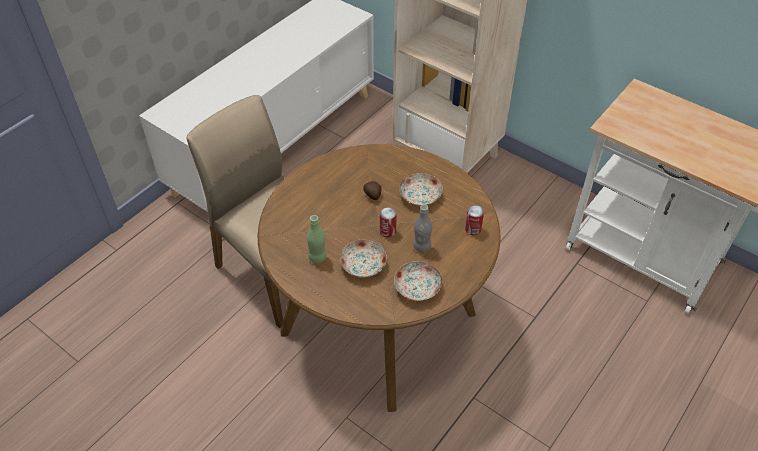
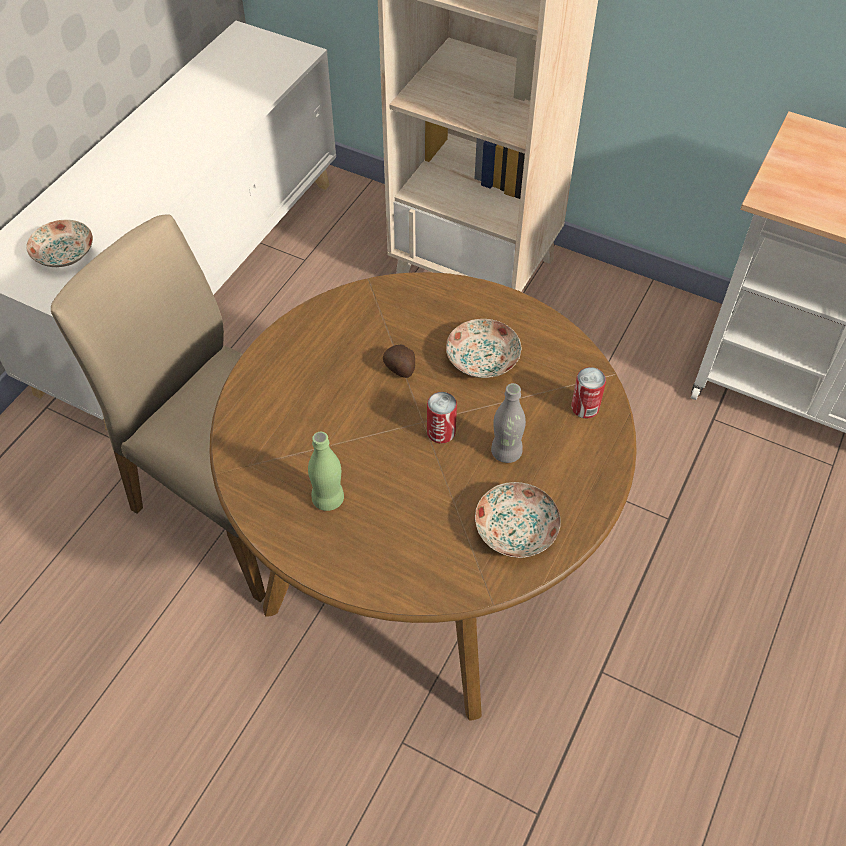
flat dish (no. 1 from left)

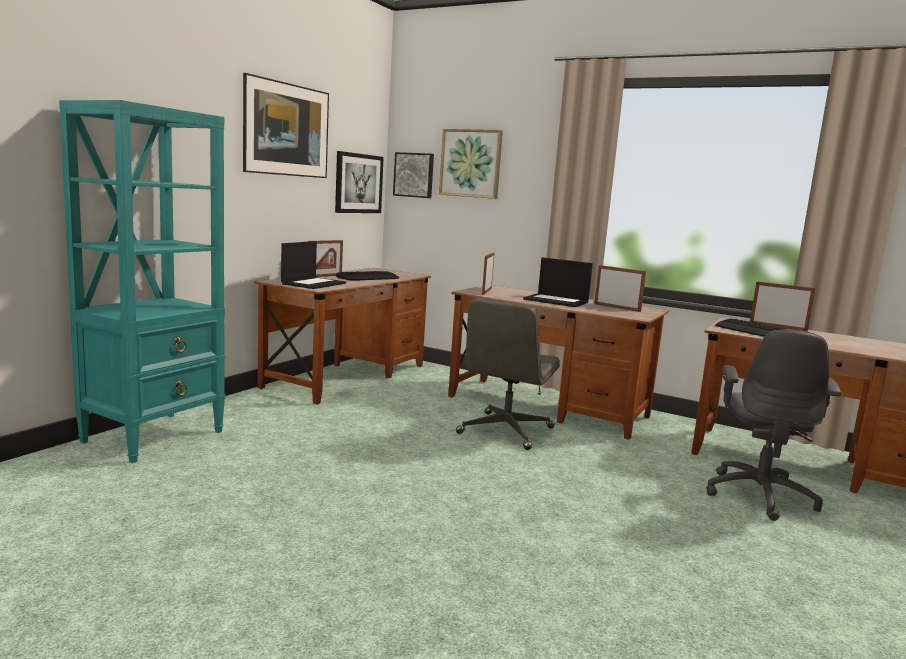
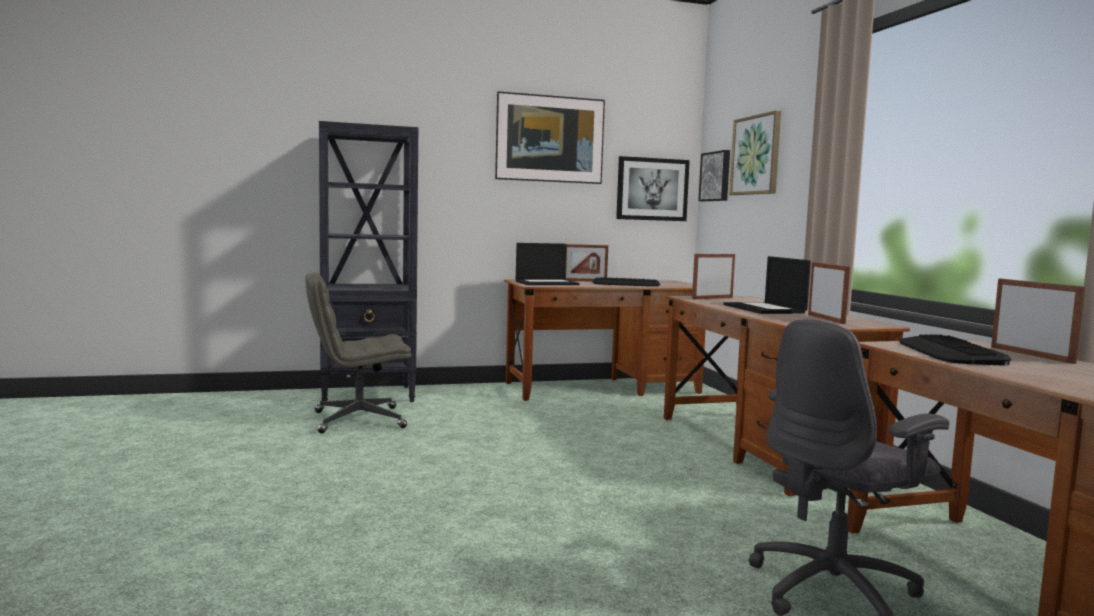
desk chair (greyish) (no. 1 from left); bookcase (black)

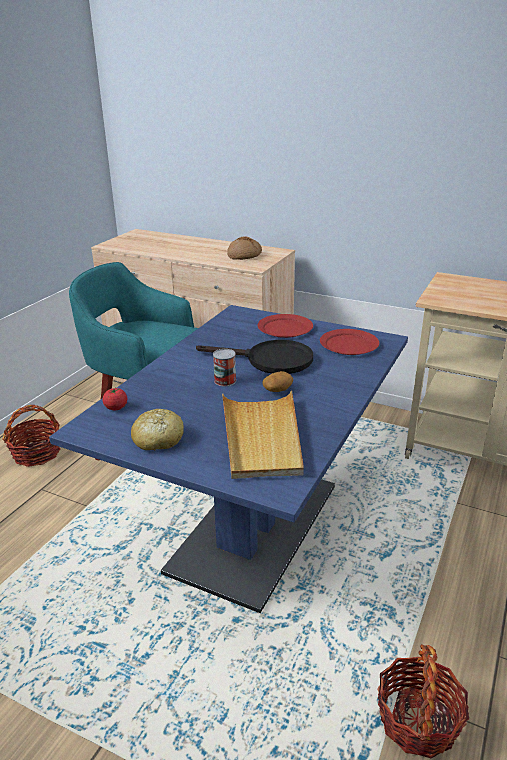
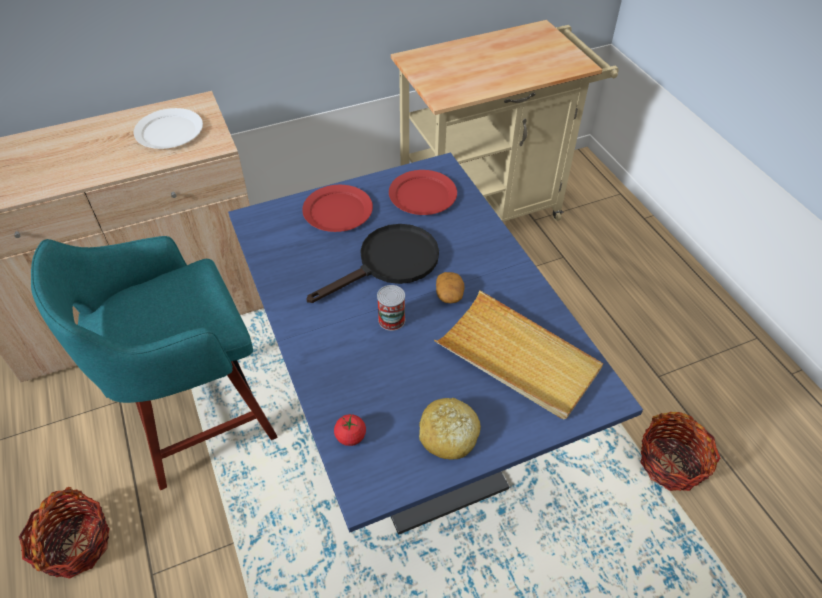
flat dish (white-coloured)

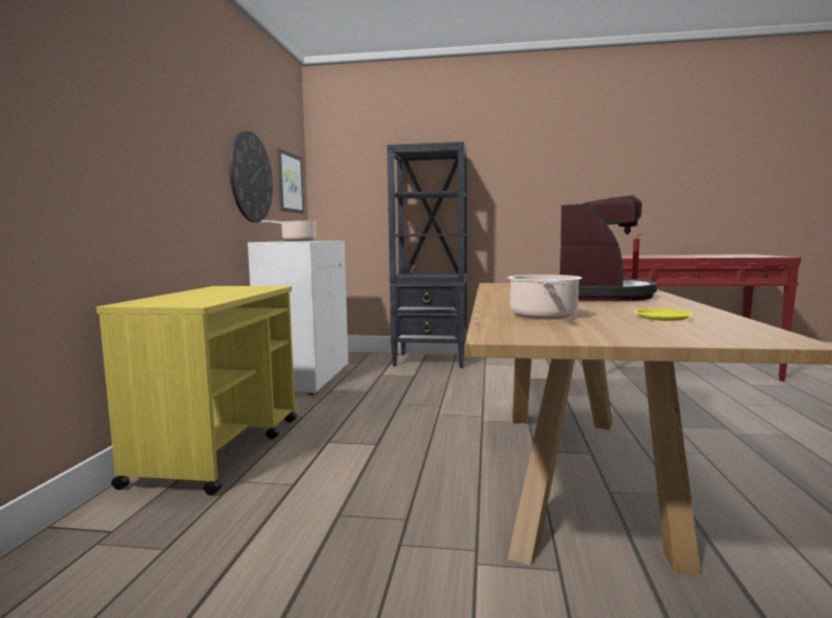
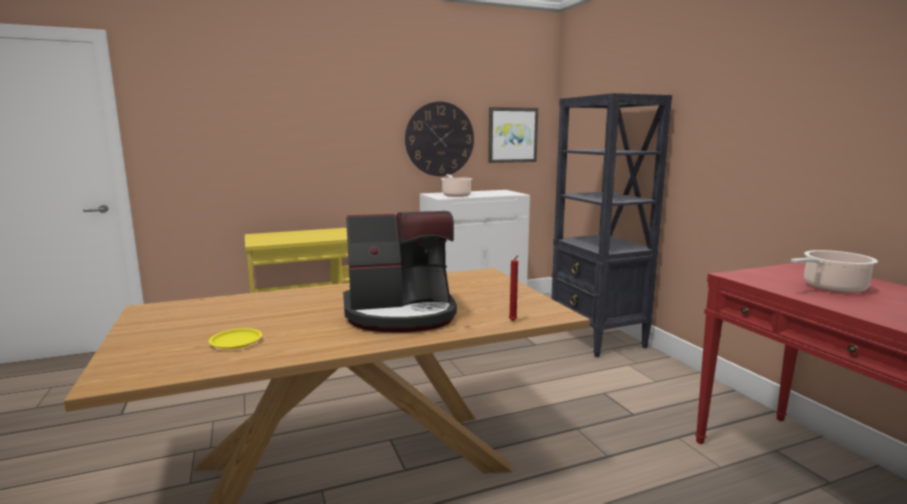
cooking pot (no. 2 from left)

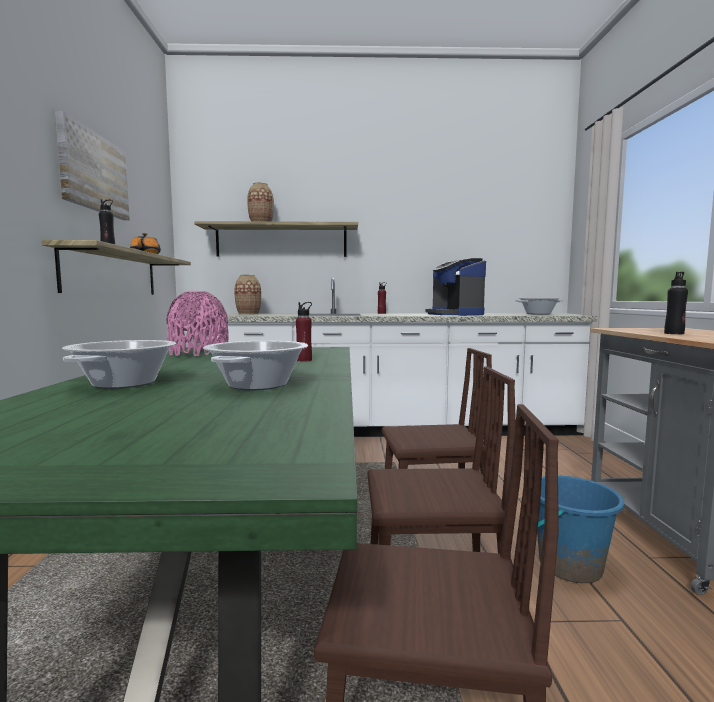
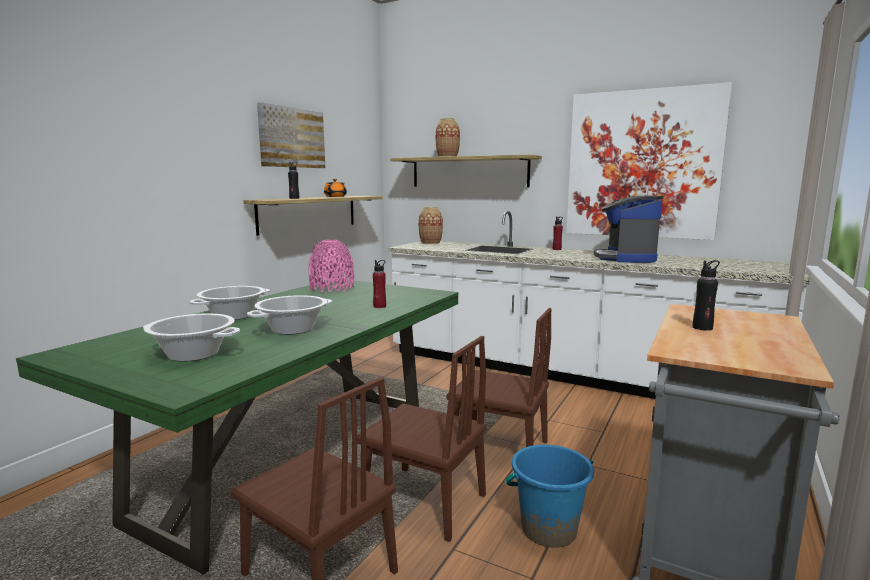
wall picture (no. 2 from left); cooking pot (no. 1 from left)

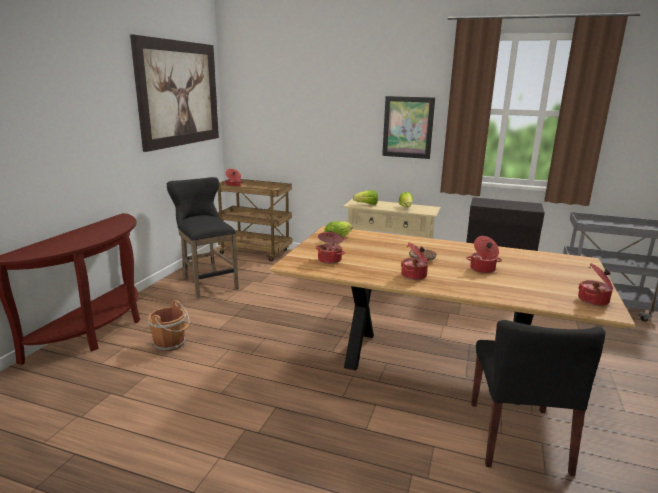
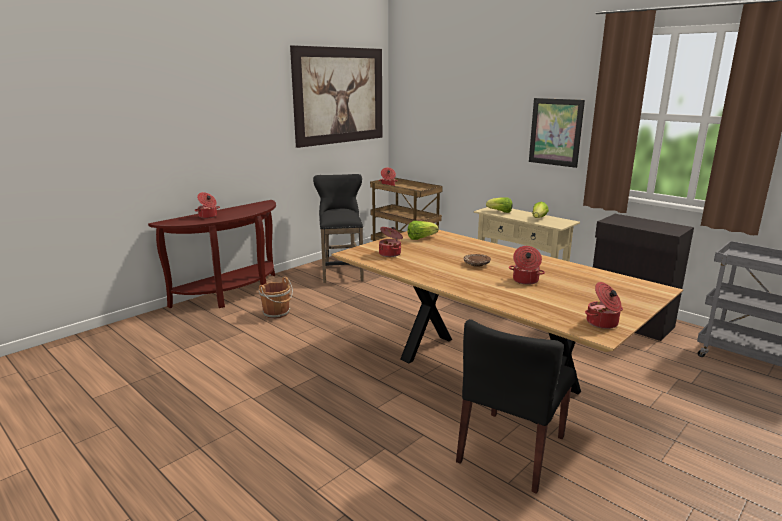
cooking pot (no. 1 from left)

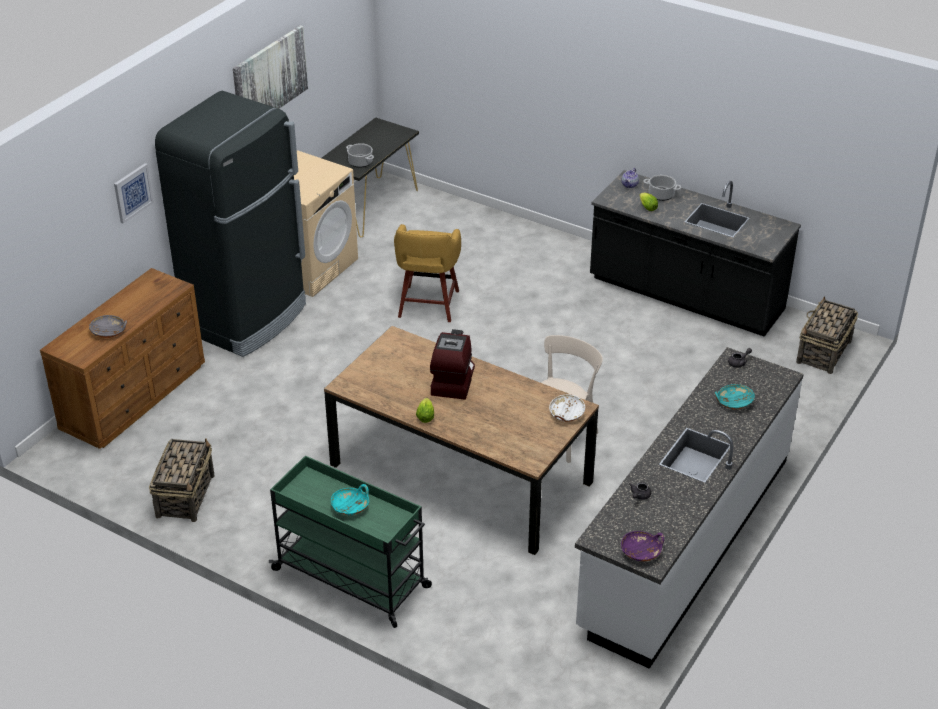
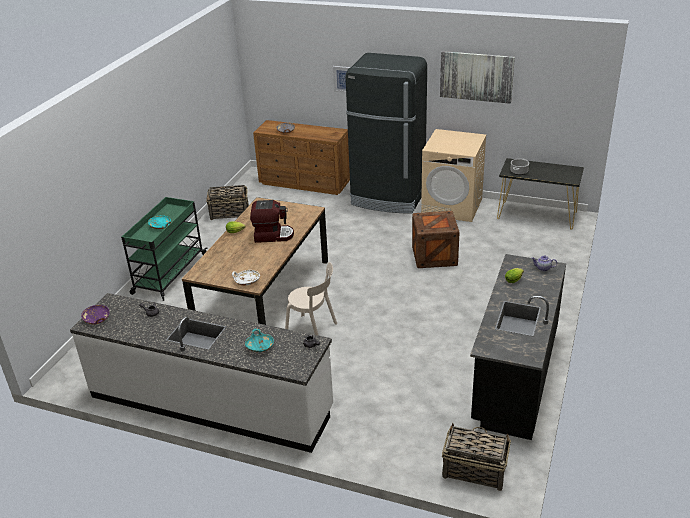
cooking pot (no. 2 from left in the first image); shipping crate

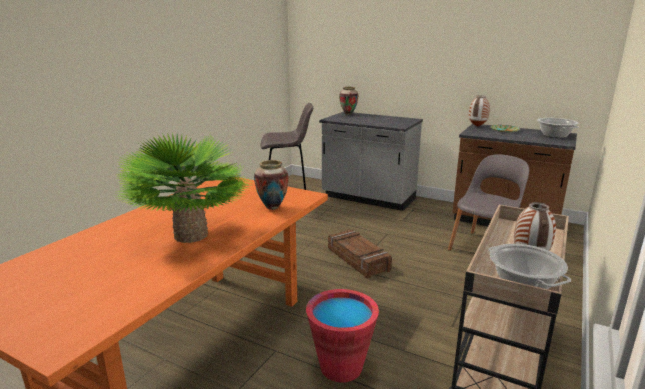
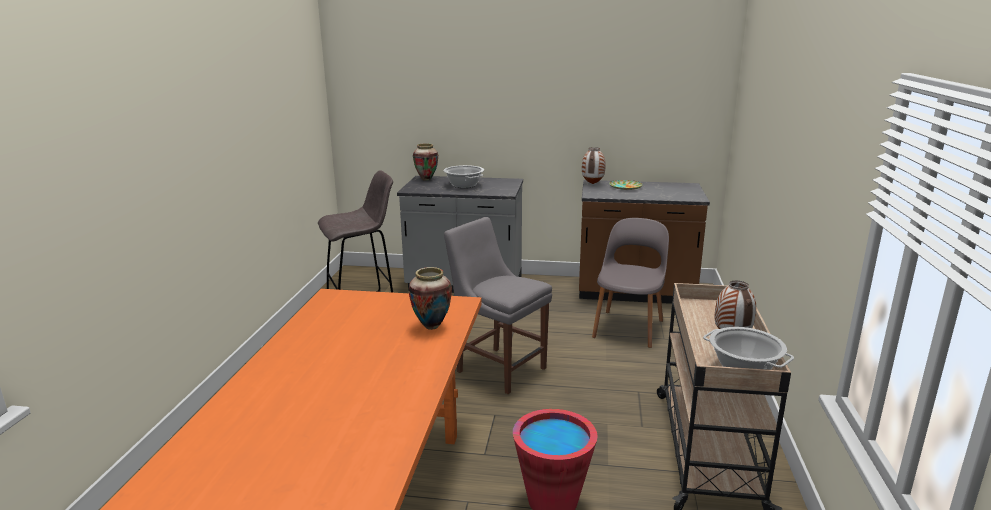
plant in a pot; cooking pot (no. 1 from left); upright chair (greyish) (no. 1 from left)

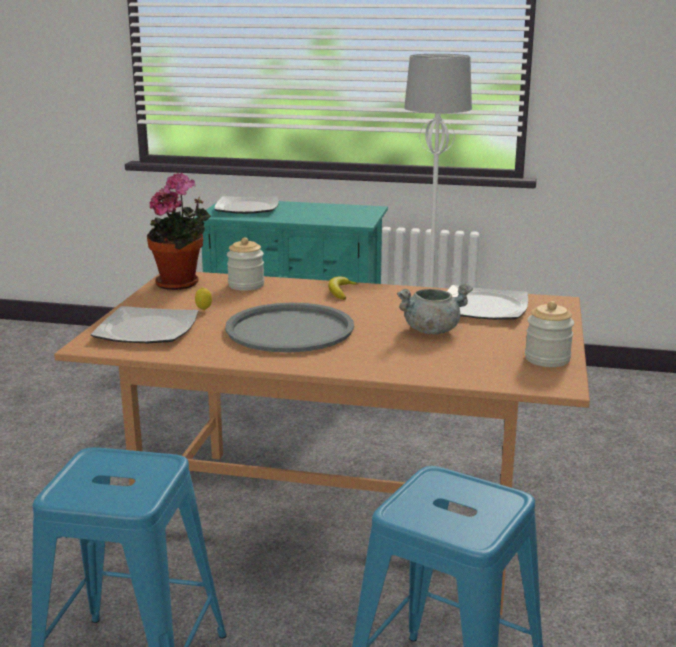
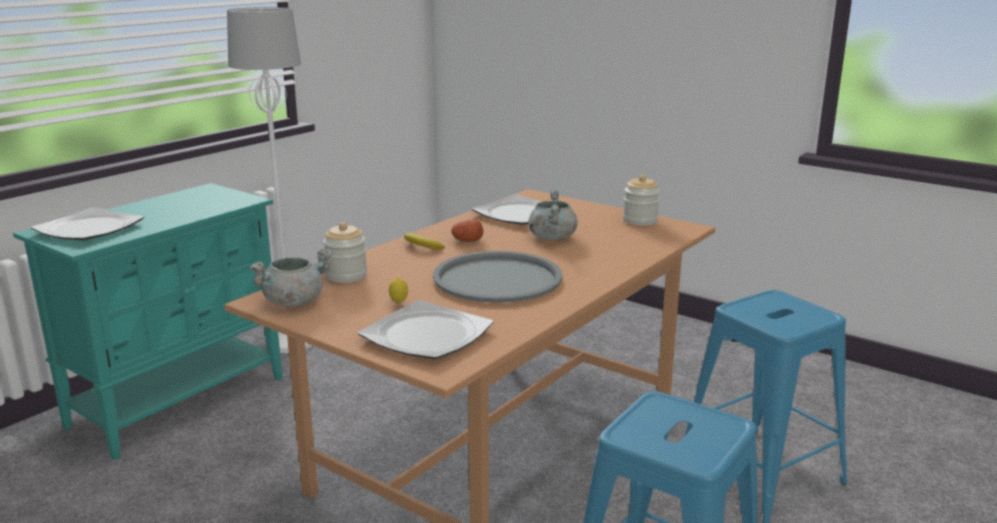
potato; cooking pot (greyish) (no. 1 from left)

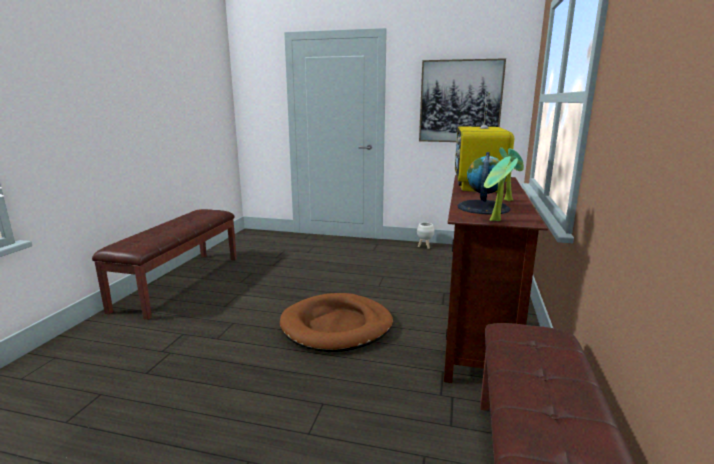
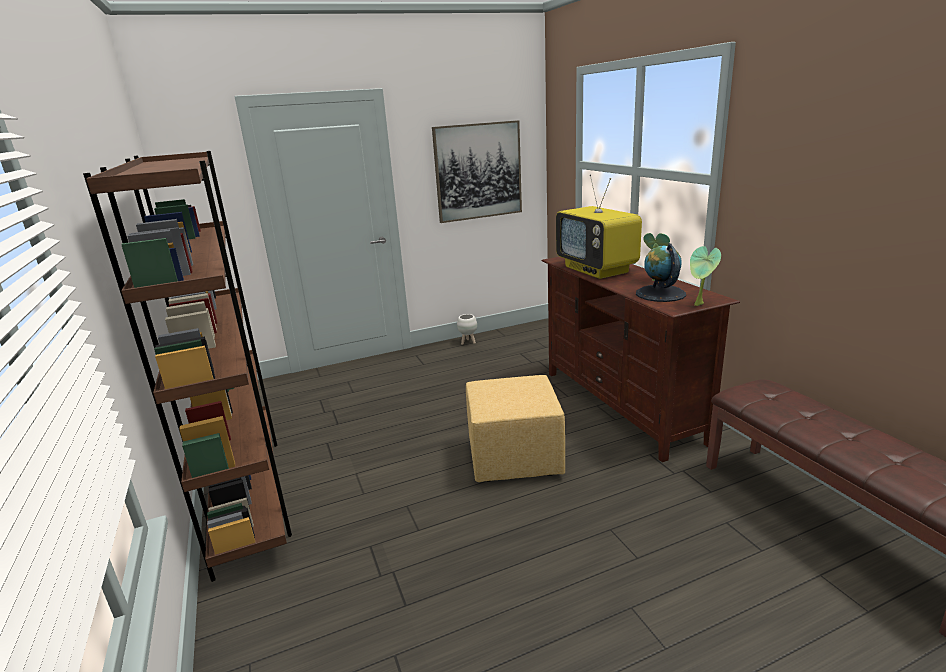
bookcase (brownish); ottoman (yellowish)

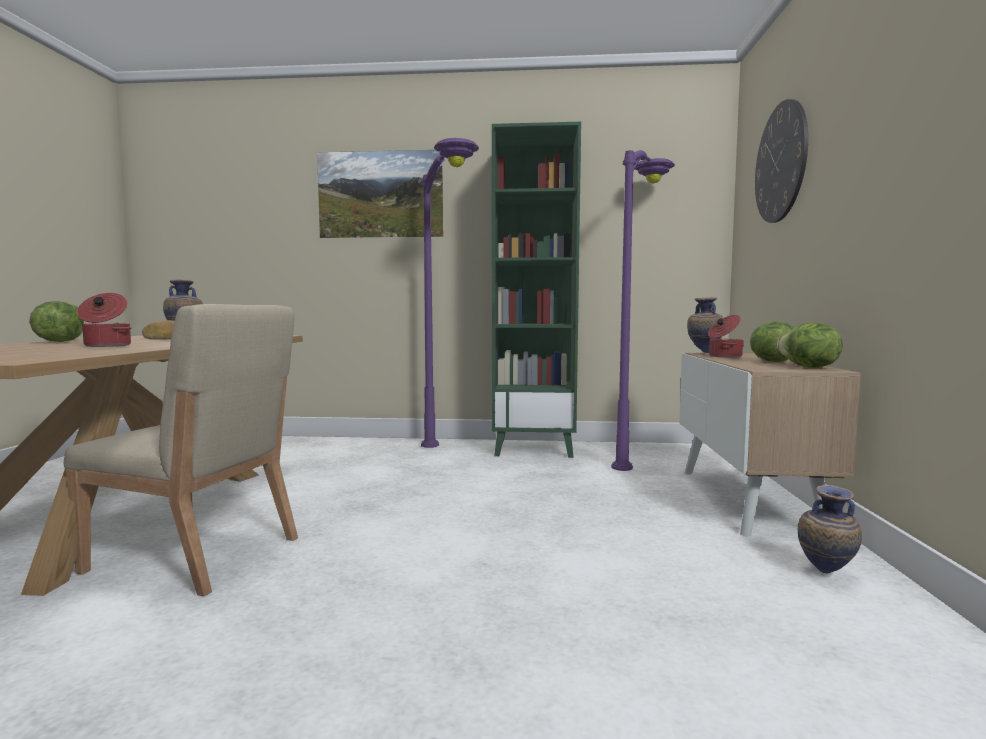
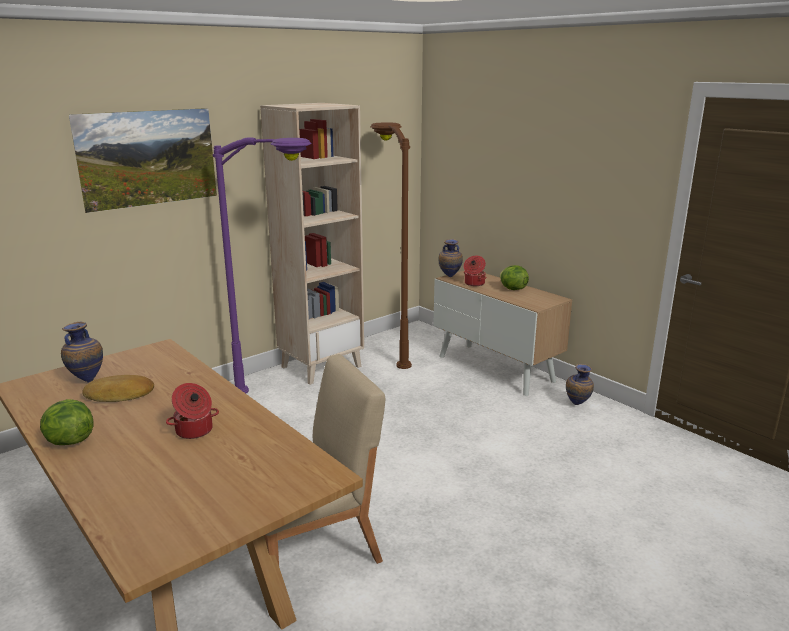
wall clock; lettuce head (no. 3 from left in the first image); bookcase (sand-coloured); standing lamp (brownish)

